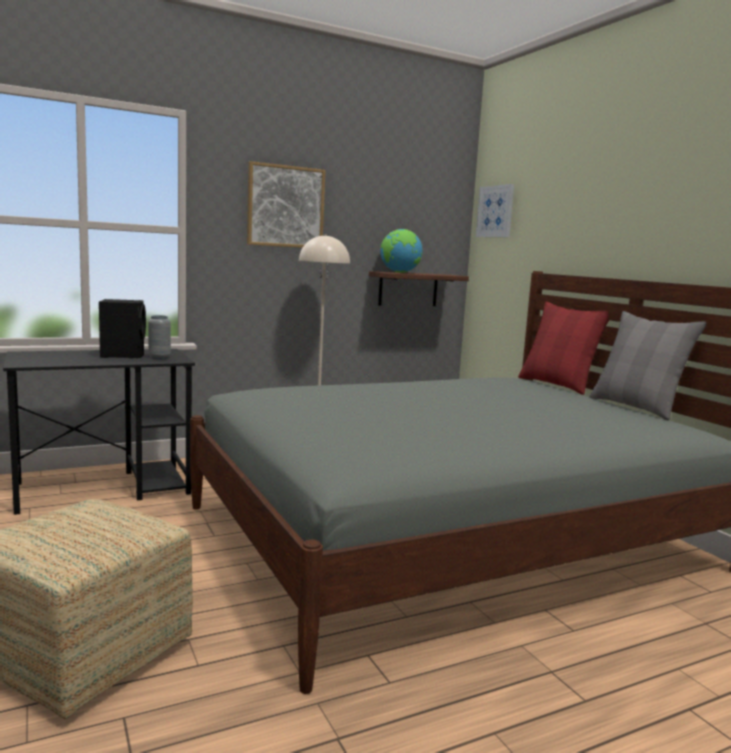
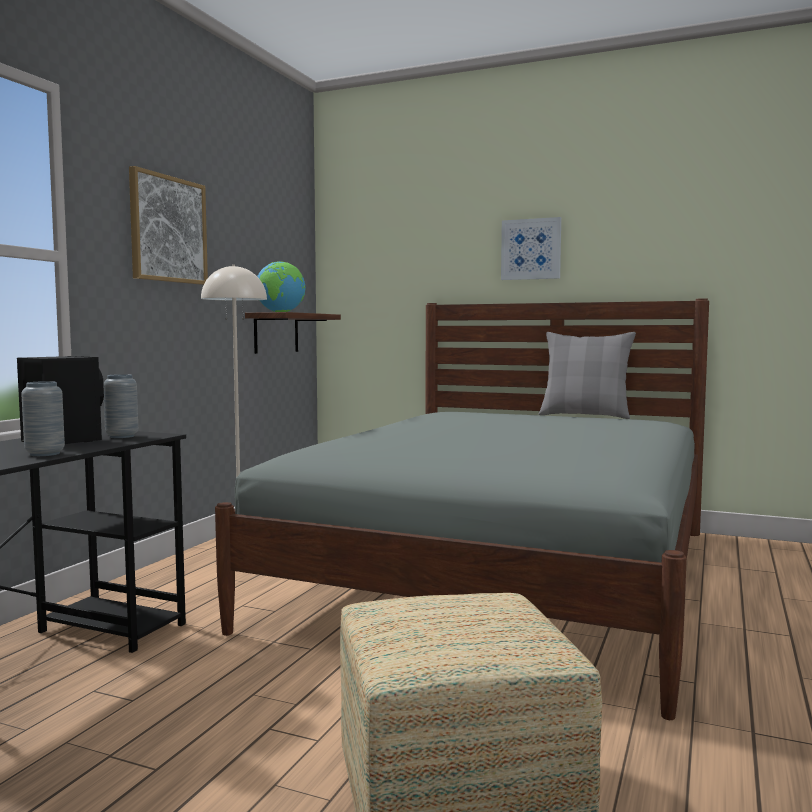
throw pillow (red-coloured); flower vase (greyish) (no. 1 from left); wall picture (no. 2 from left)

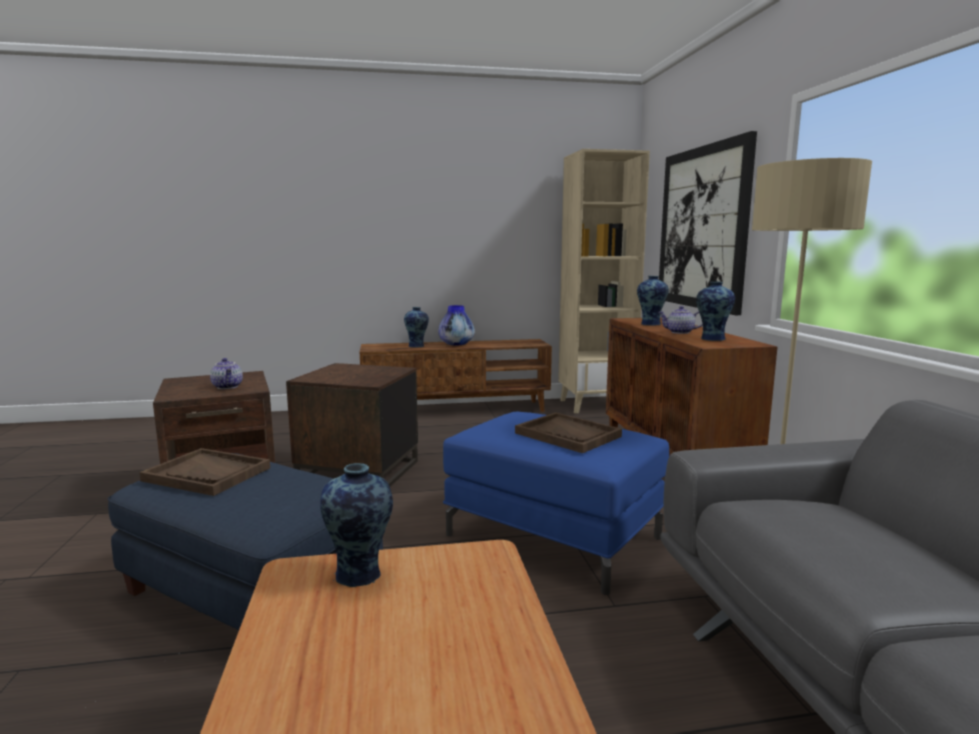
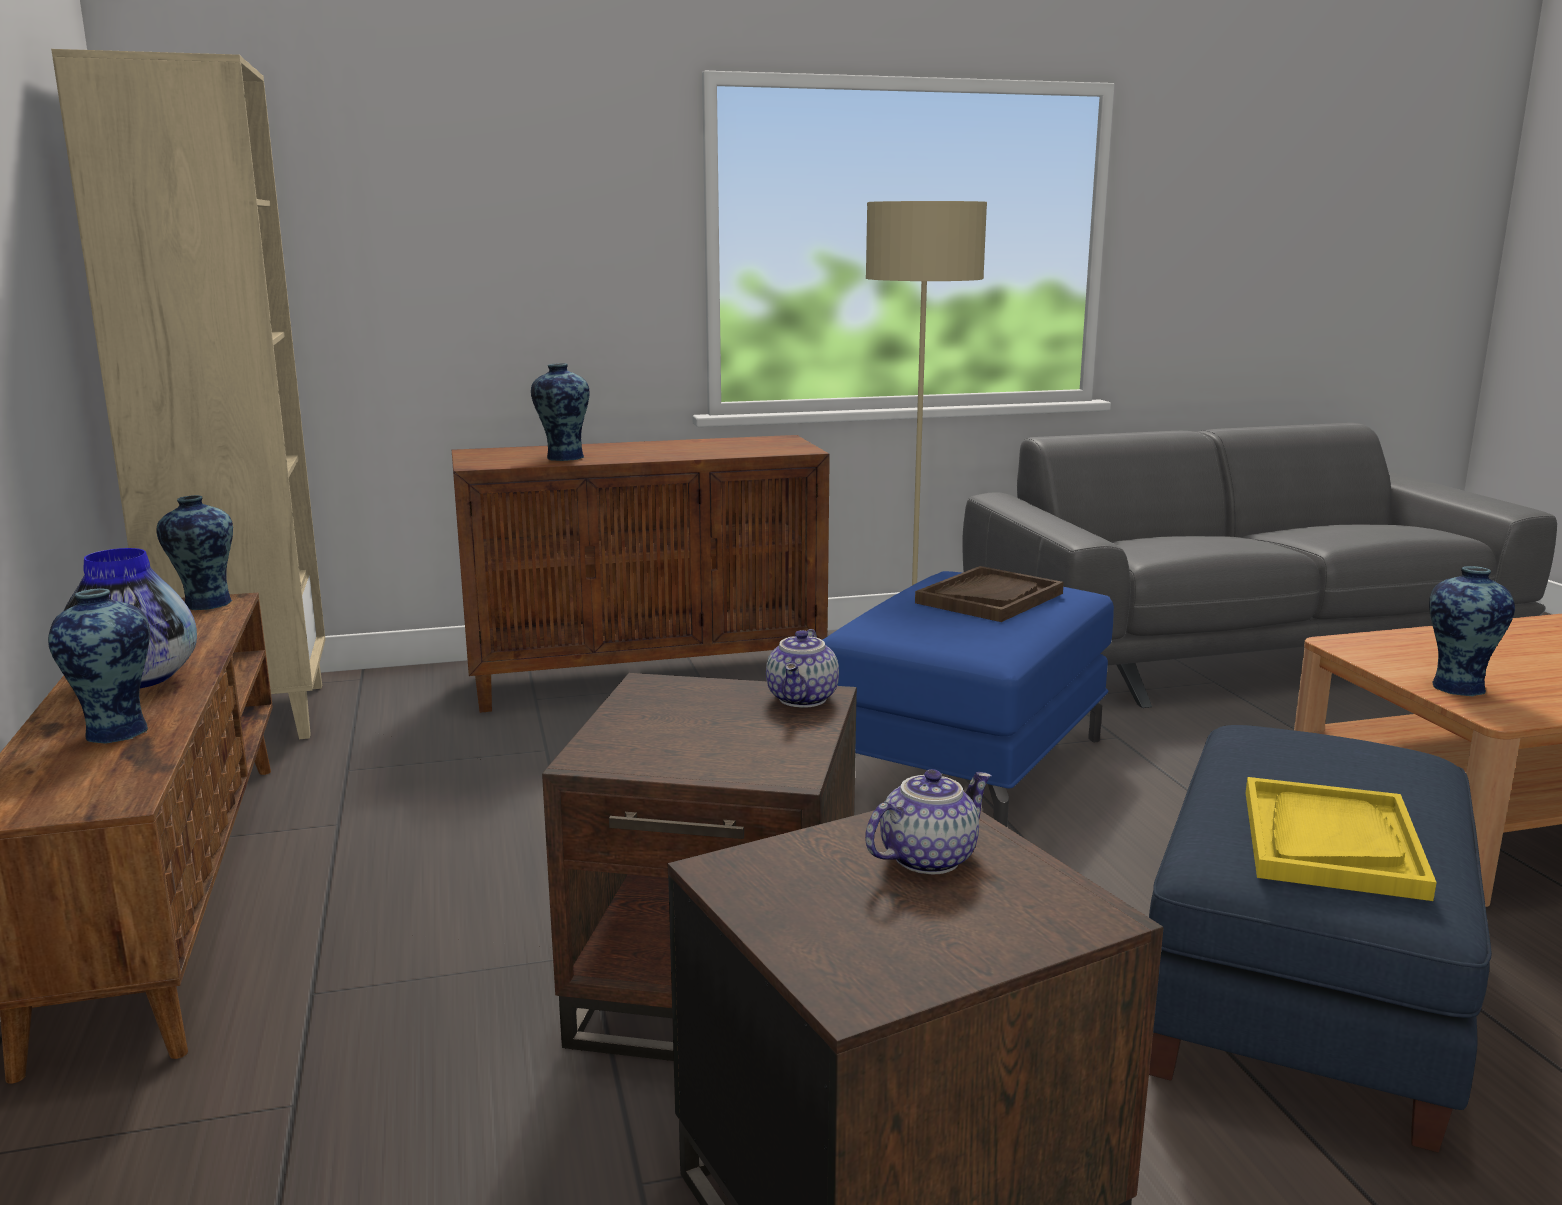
wall picture; teapot (no. 1 from left); flower vase (no. 3 from left); carrying tray (yellowish)

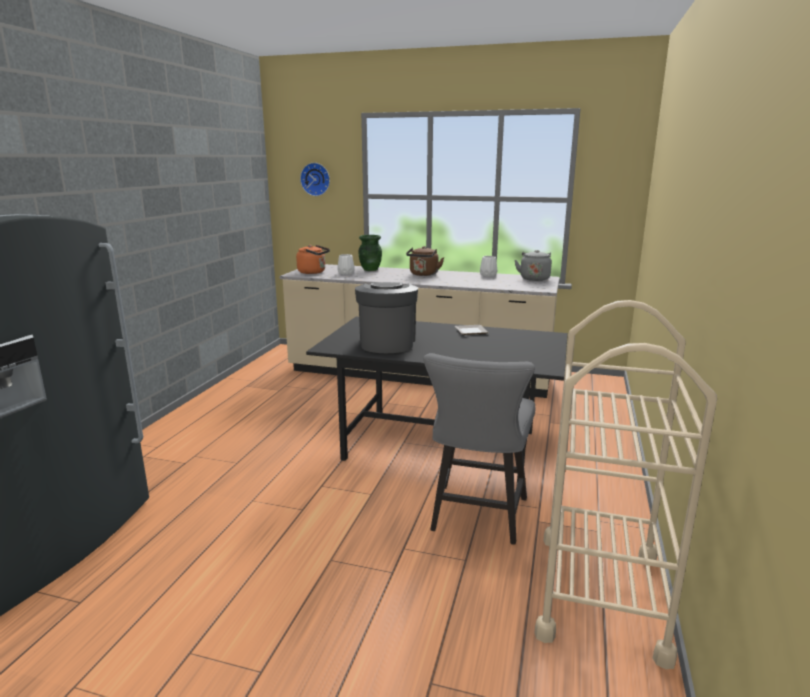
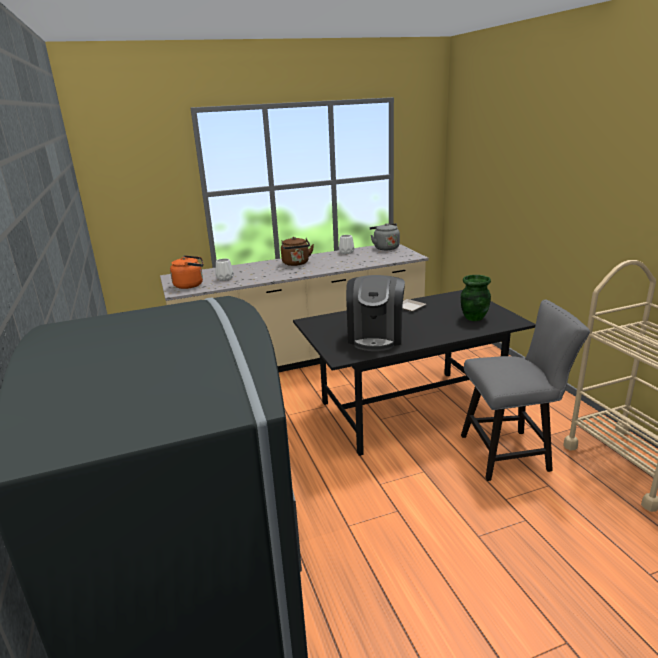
wall clock; flower vase (green); coffee machine; upright chair (greyish)

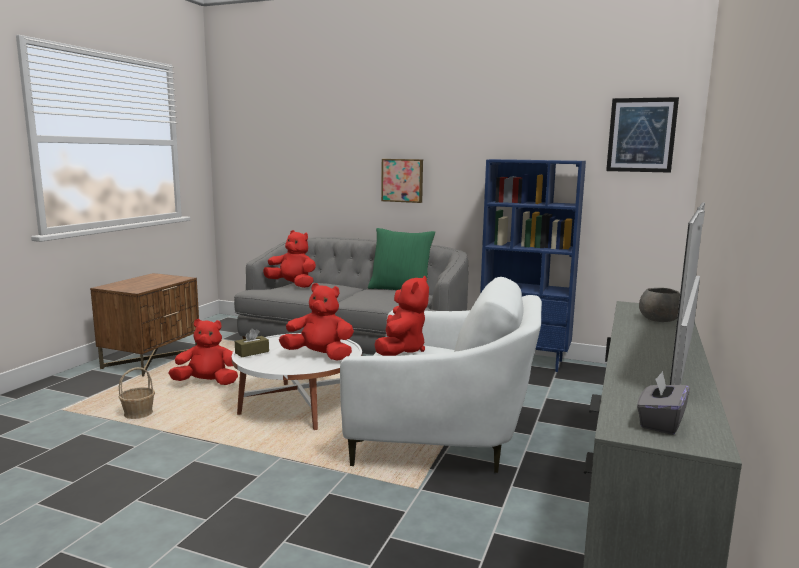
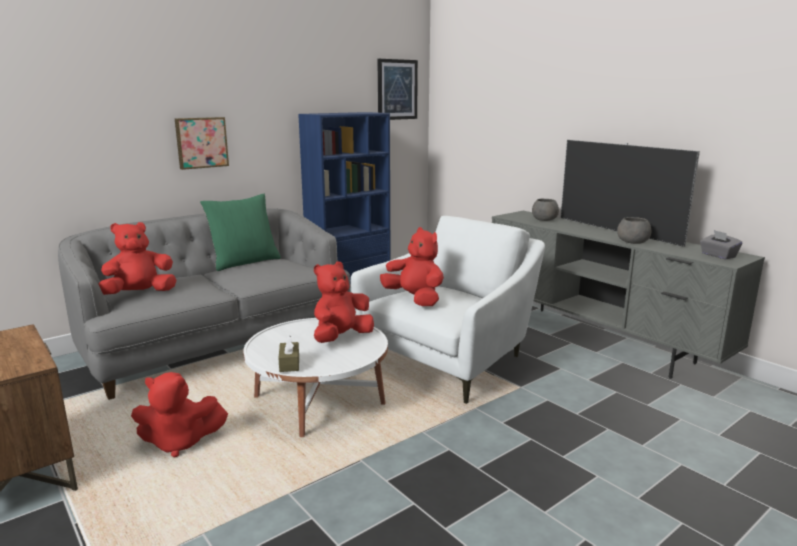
household basket; serving bowl (greyish) (no. 2 from left); plush toy (red-coloured) (no. 2 from left)

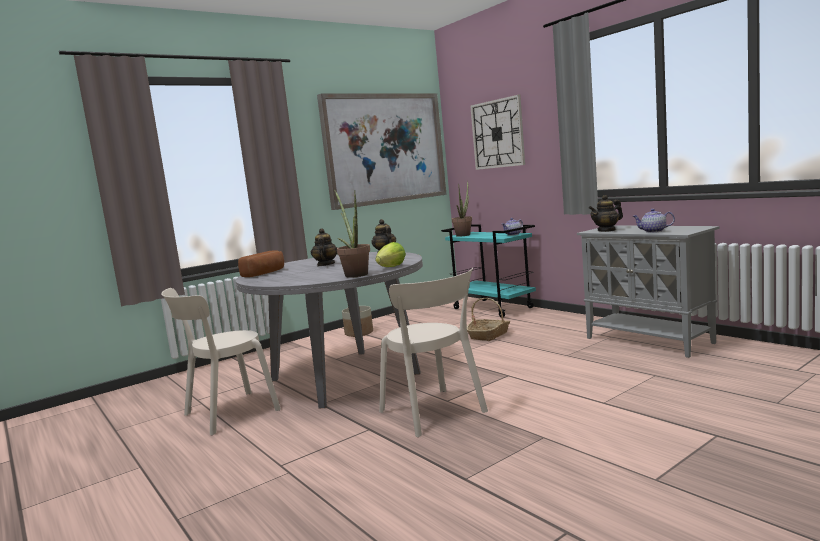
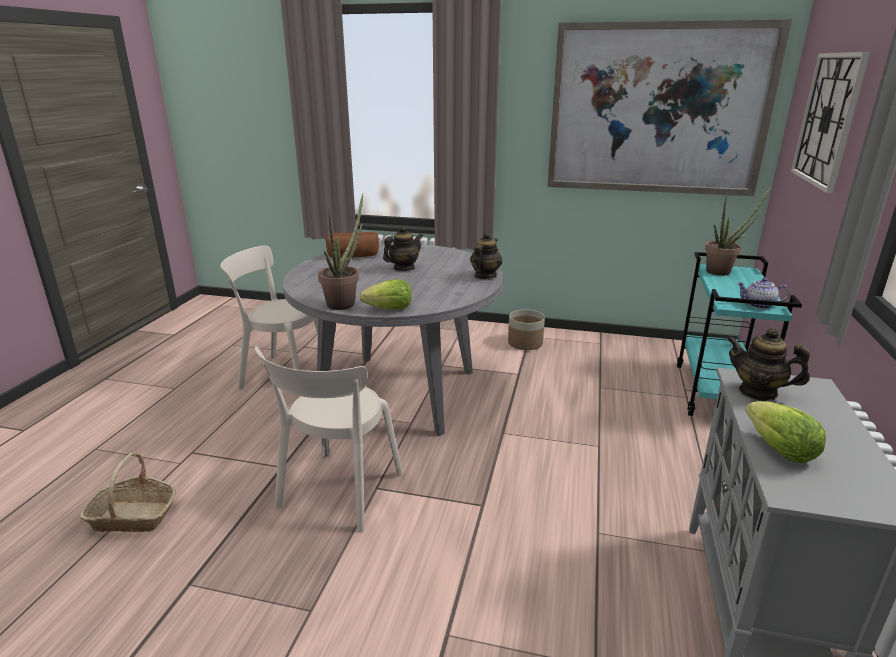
household basket; lettuce head (no. 2 from left)

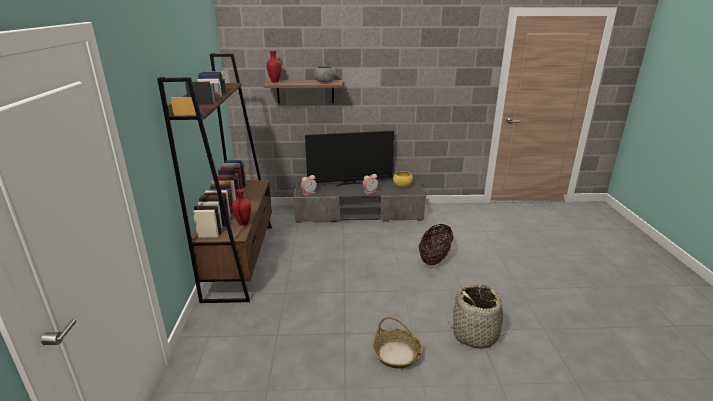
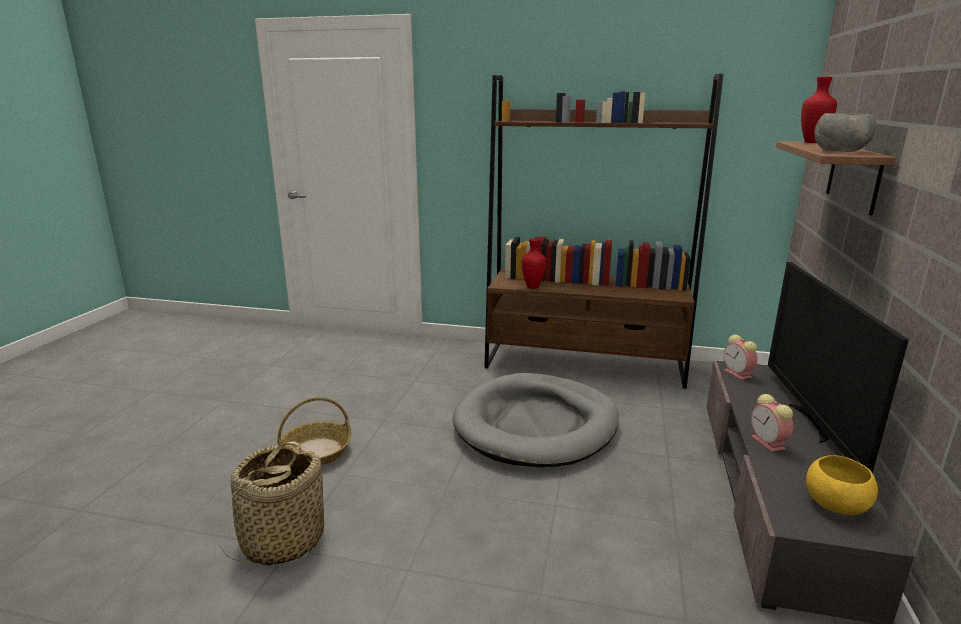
household basket (no. 2 from left in the first image); pet bed (greyish)

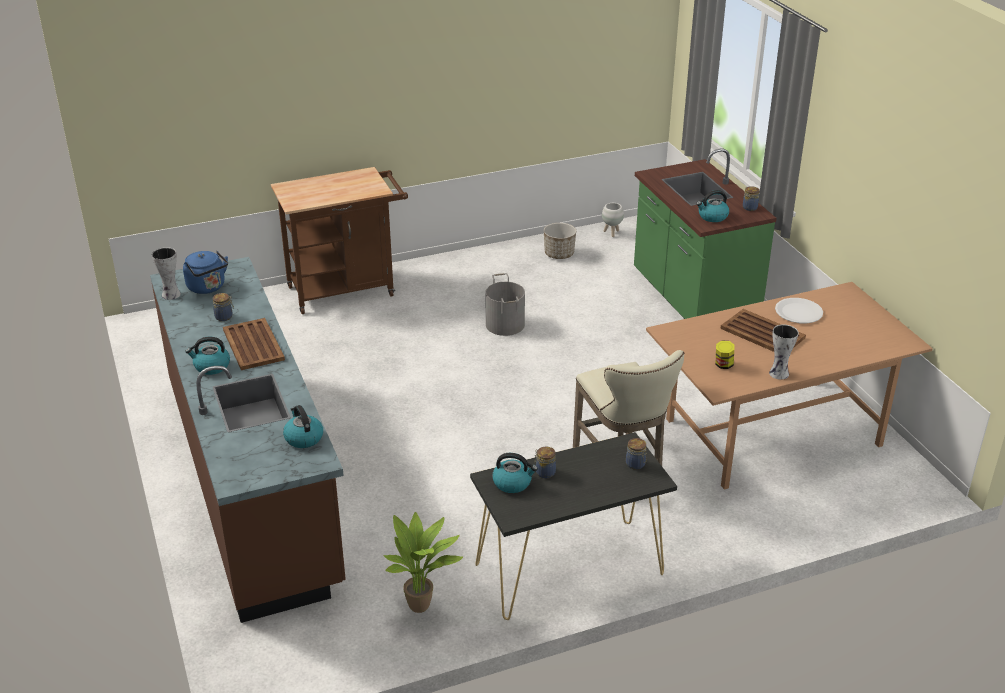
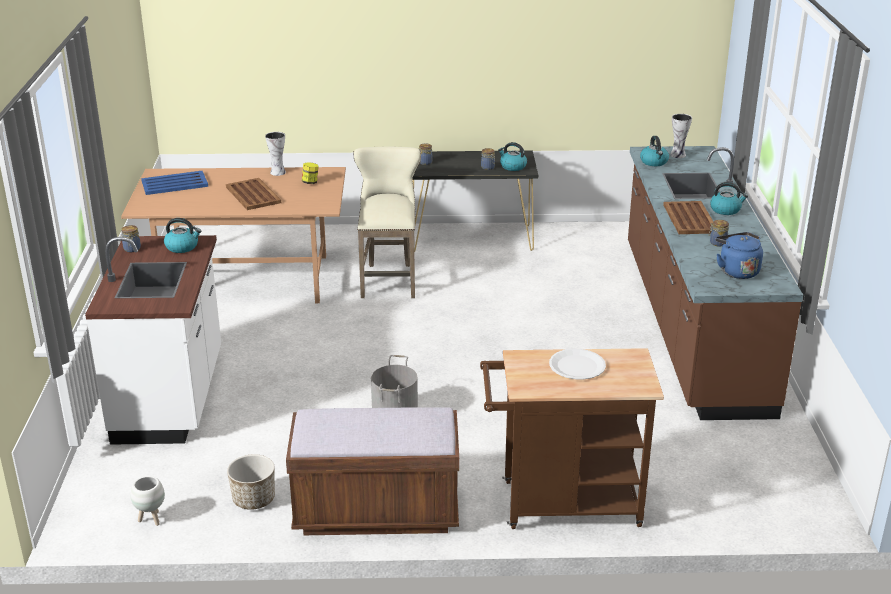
plant in a pot; carrying tray (blue-coloured); long seat (brownish); flower vase (no. 2 from left); flat dish (white-coloured); kitchen counter (white-coloured)

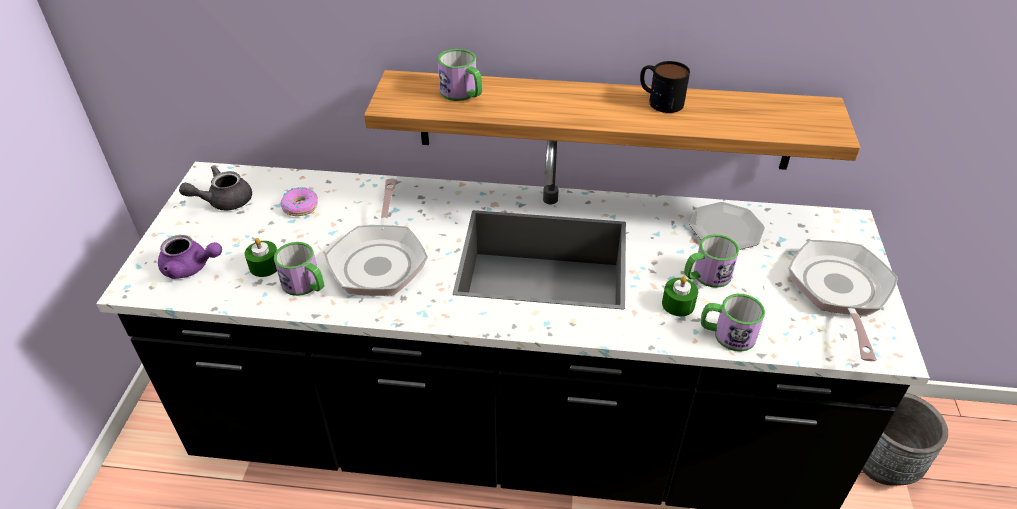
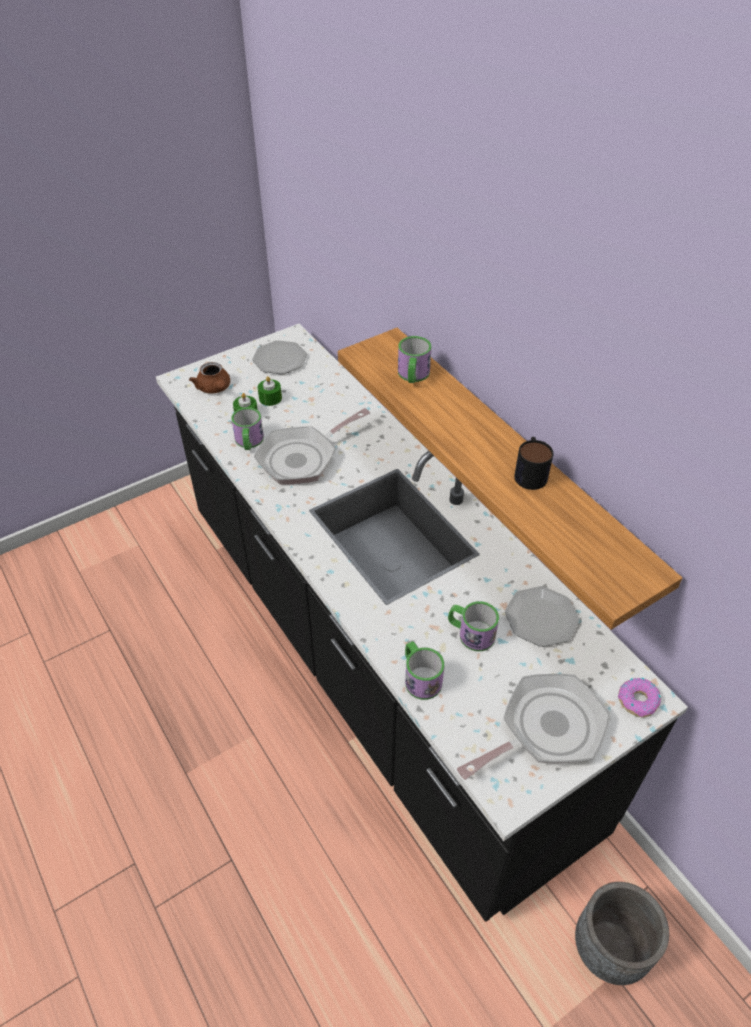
donut; wax candle (green) (no. 2 from left); flat dish (no. 1 from left); teapot (brownish)

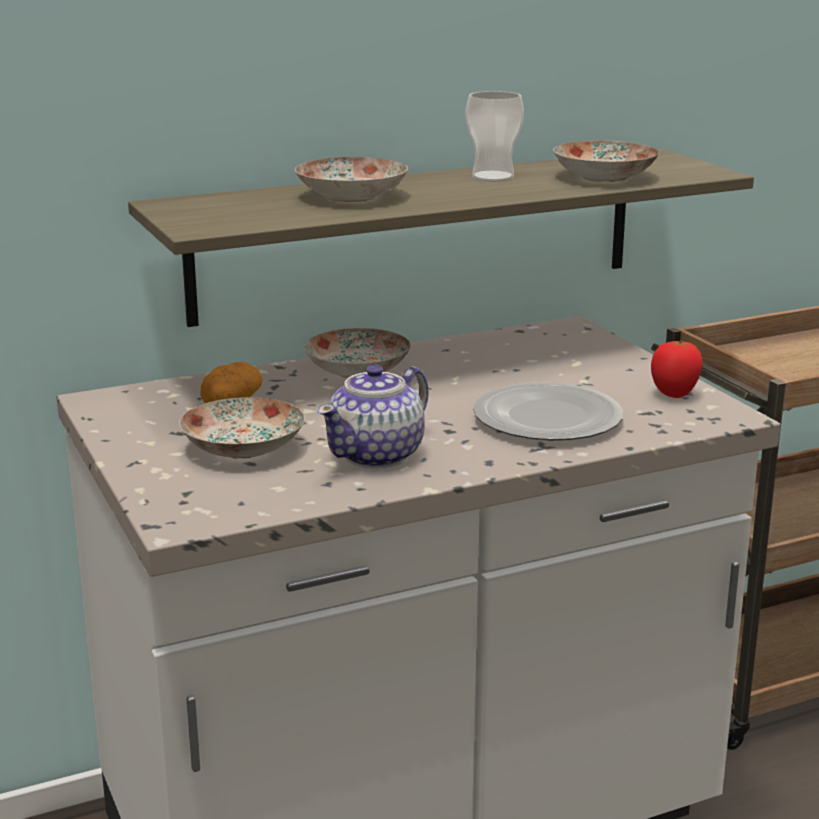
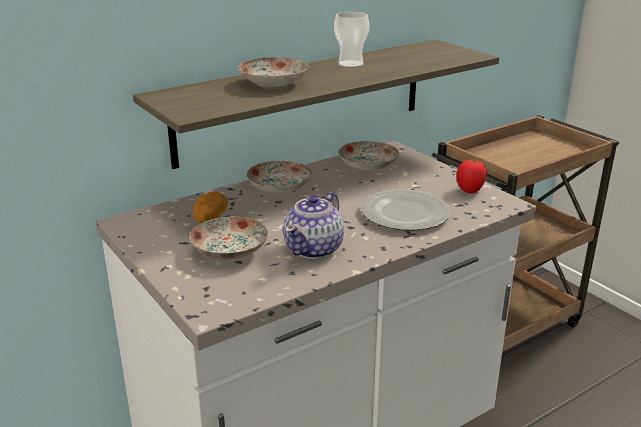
flat dish (no. 4 from left)

